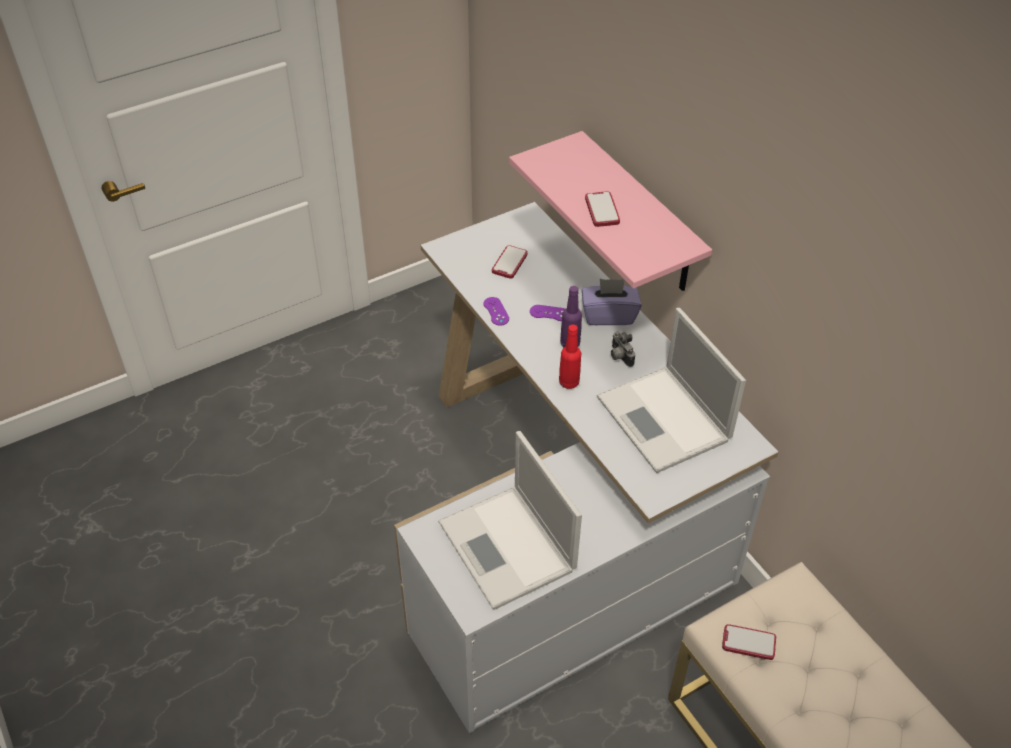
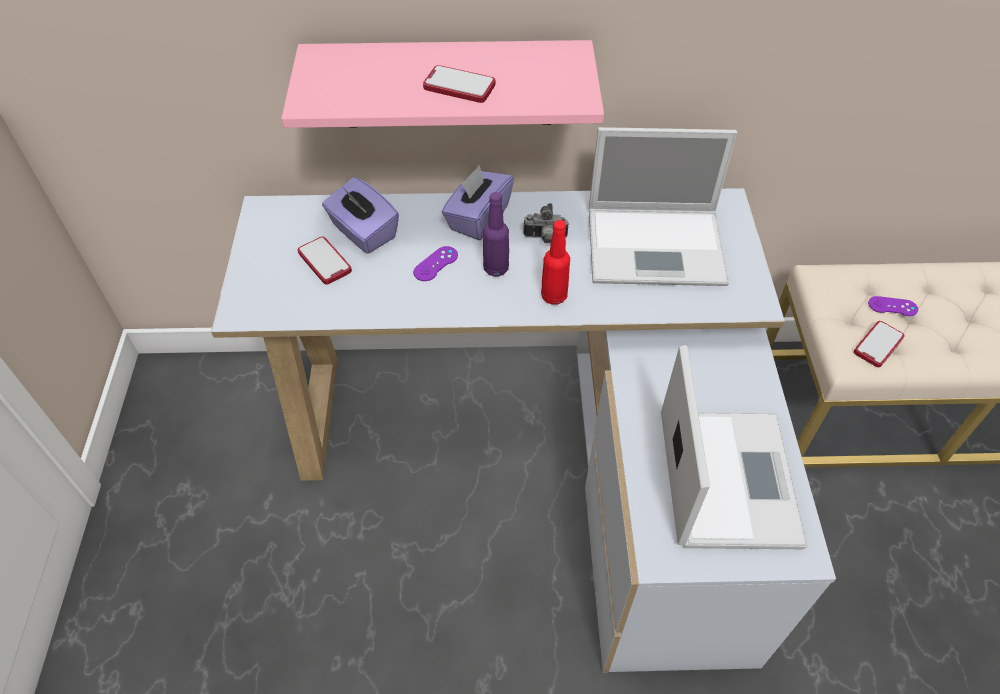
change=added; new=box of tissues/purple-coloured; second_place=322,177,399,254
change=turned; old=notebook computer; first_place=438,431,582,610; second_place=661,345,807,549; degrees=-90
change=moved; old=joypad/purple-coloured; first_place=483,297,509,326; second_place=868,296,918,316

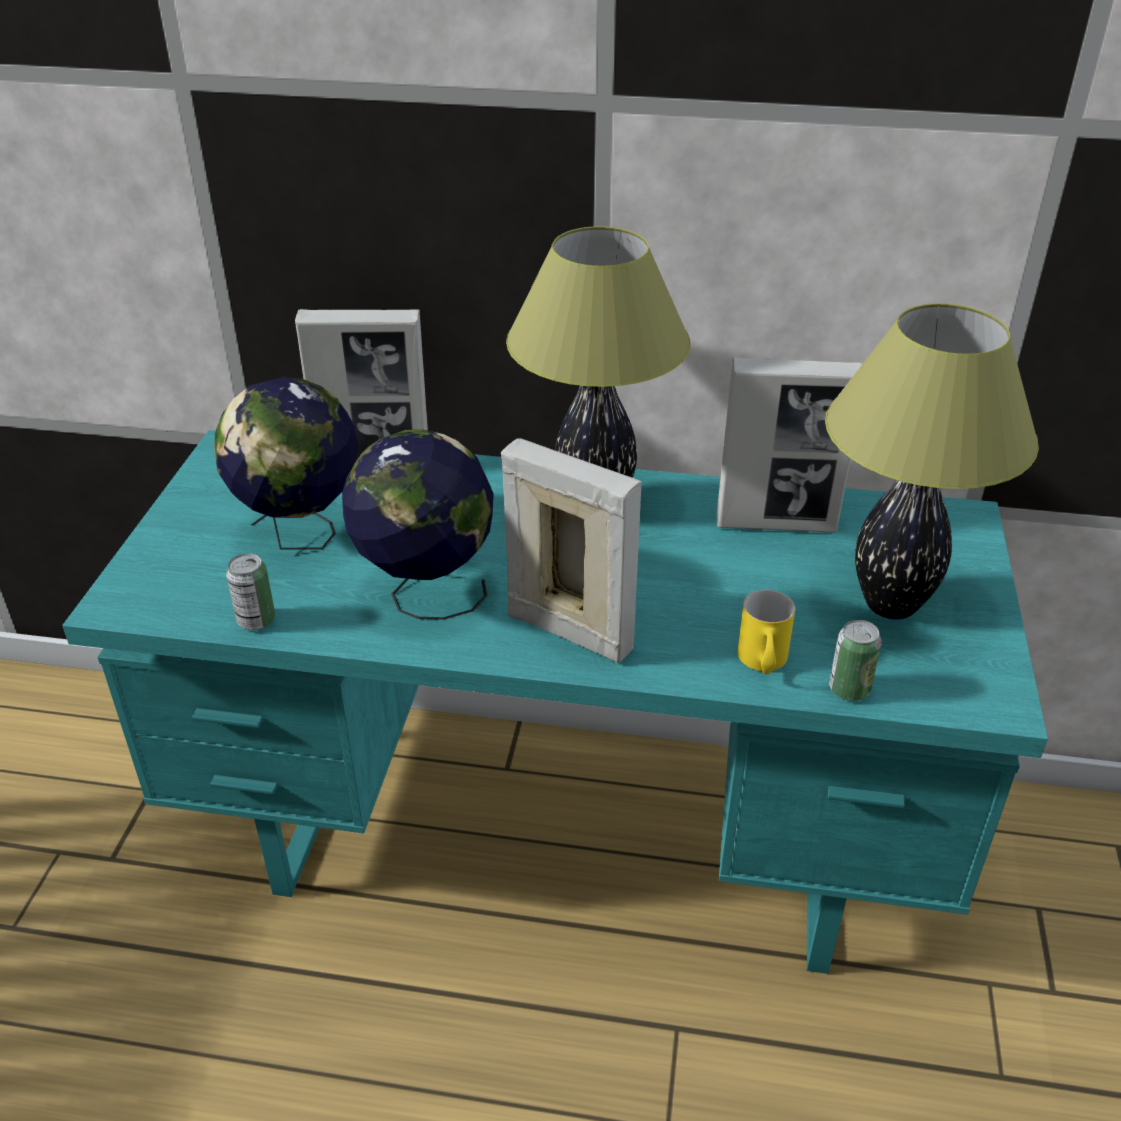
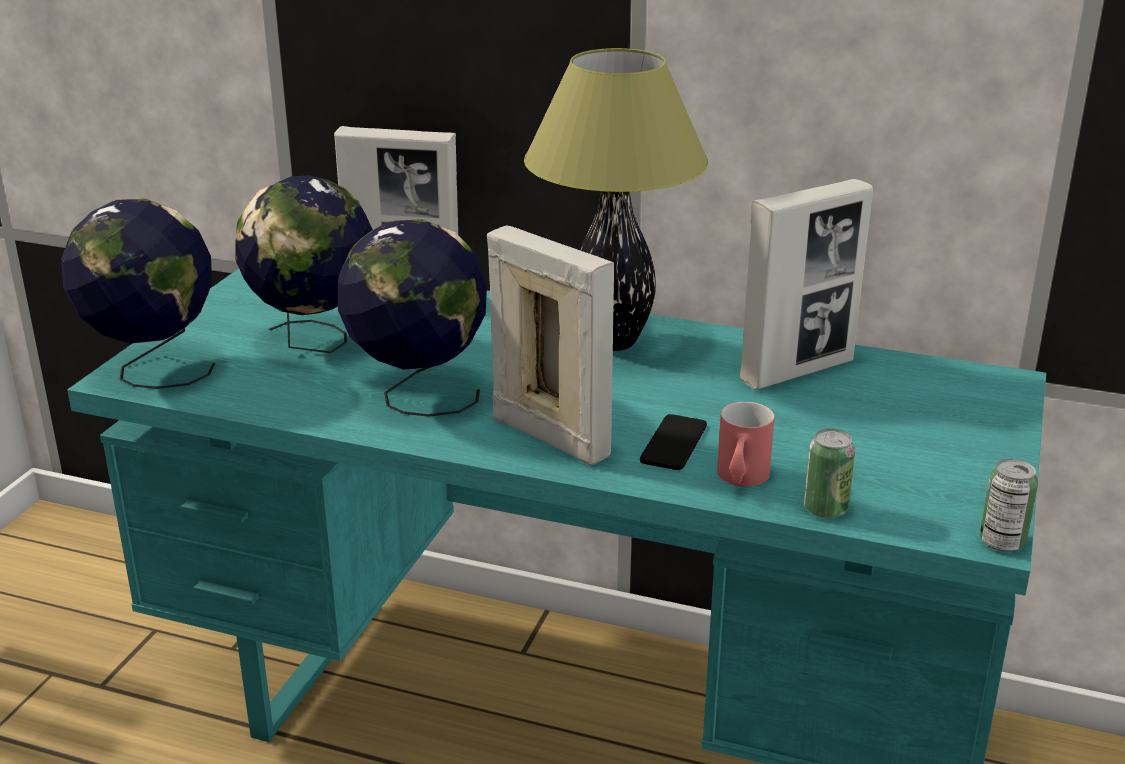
change=added; new=desk globe; second_place=61,199,215,389
change=added; new=telephone; second_place=640,414,707,470
change=recoloured; old=coffee mug/yellow-coloured; new=coffee mug/reddish; first_place=738,590,795,674; second_place=717,402,775,487
change=turned; old=standing frame; first_place=717,357,863,533; second_place=740,179,873,389; degrees=-45
change=moved; old=sealed can; first_place=226,553,276,630; second_place=980,459,1038,552
change=removed; old=tabletop lamp; first_place=825,303,1039,619

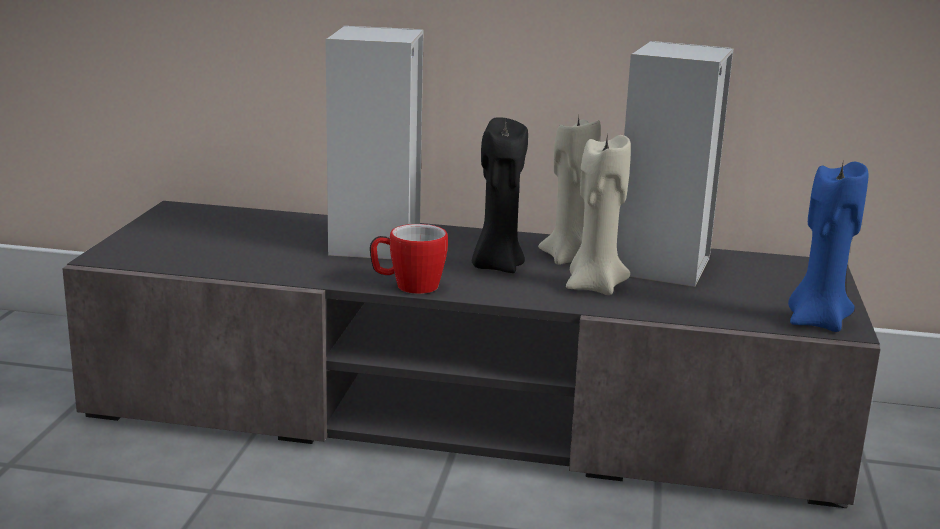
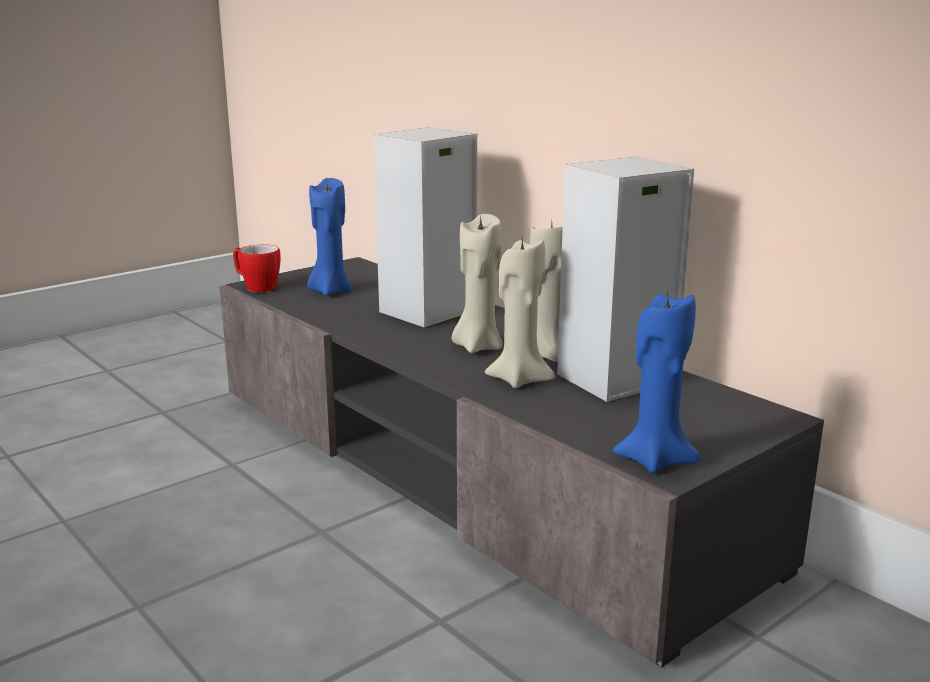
change=moved; old=coffee mug; first_place=370,224,448,294; second_place=233,244,281,292
change=added; new=candle/blue; second_place=307,178,351,295
change=recoloured; old=candle/blackish; new=candle/beige; first_place=472,117,528,273; second_place=452,214,503,353

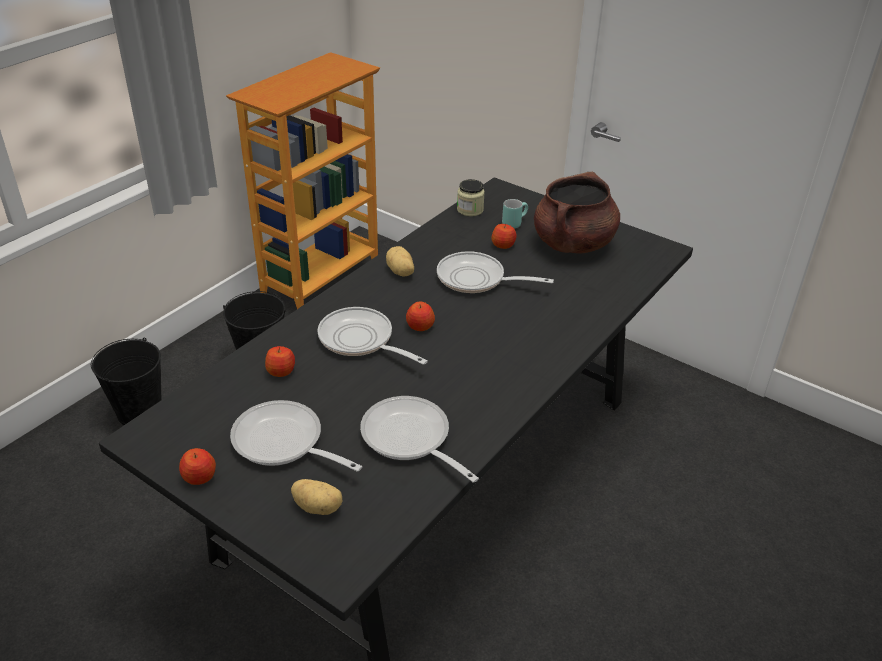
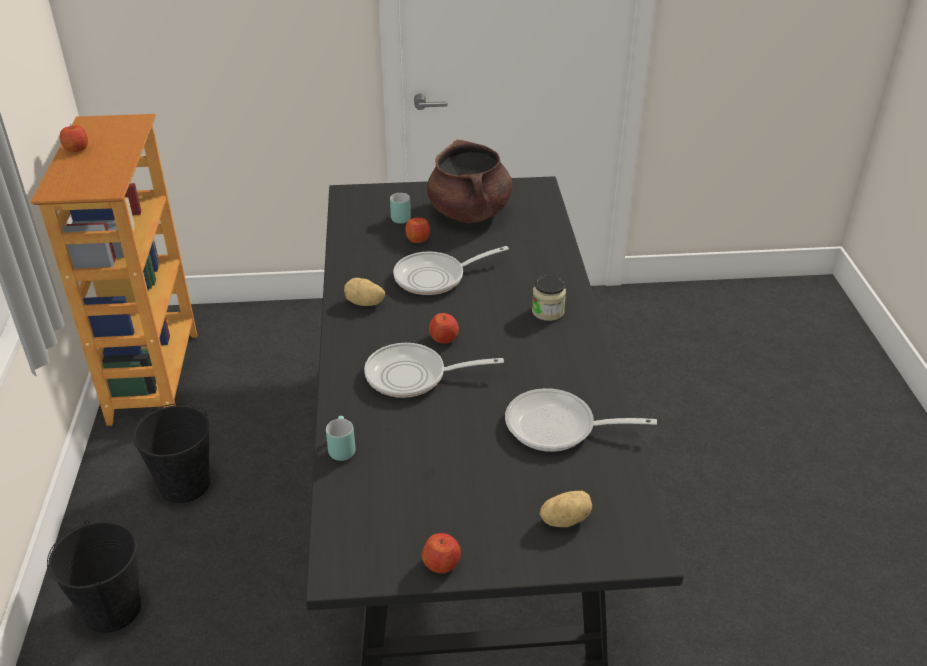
change=moved; old=apple; first_place=265,346,295,377; second_place=60,124,88,152
change=added; new=coffee mug/turquoise; second_place=326,416,355,461
change=moved; old=jar; first_place=457,179,485,216; second_place=532,275,566,321
change=removed; old=skillet; first_place=230,400,362,472

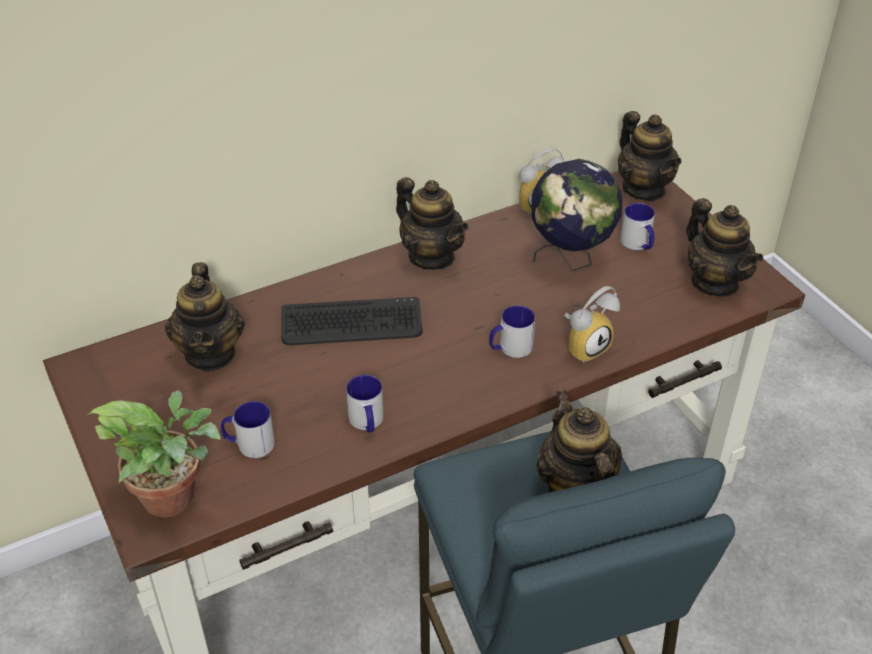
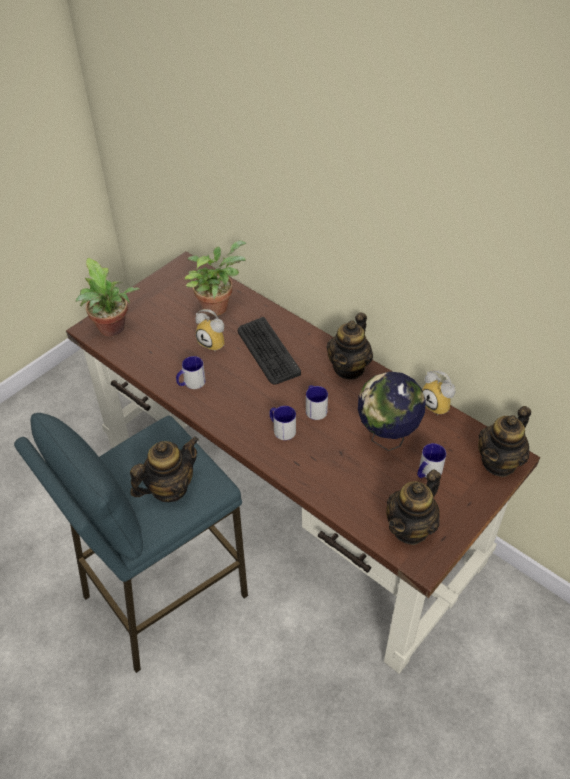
change=replaced; old=tea pot; new=plant in a pot; first_place=165,262,245,371; second_place=185,241,246,316
change=moved; old=table clock; first_place=564,286,620,364; second_place=195,309,225,351
change=moved; old=coffee mug; first_place=221,401,275,458; second_place=306,385,328,420

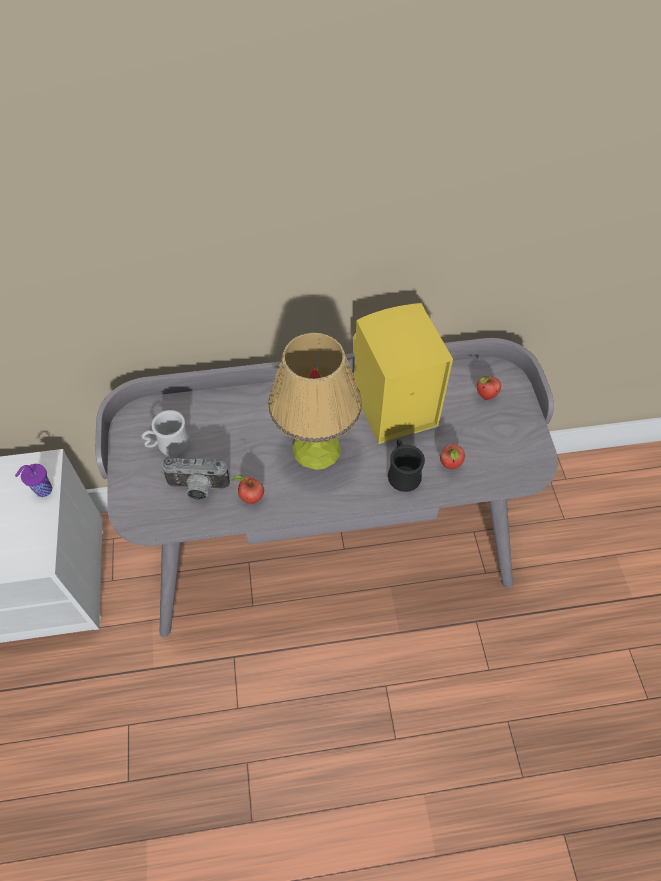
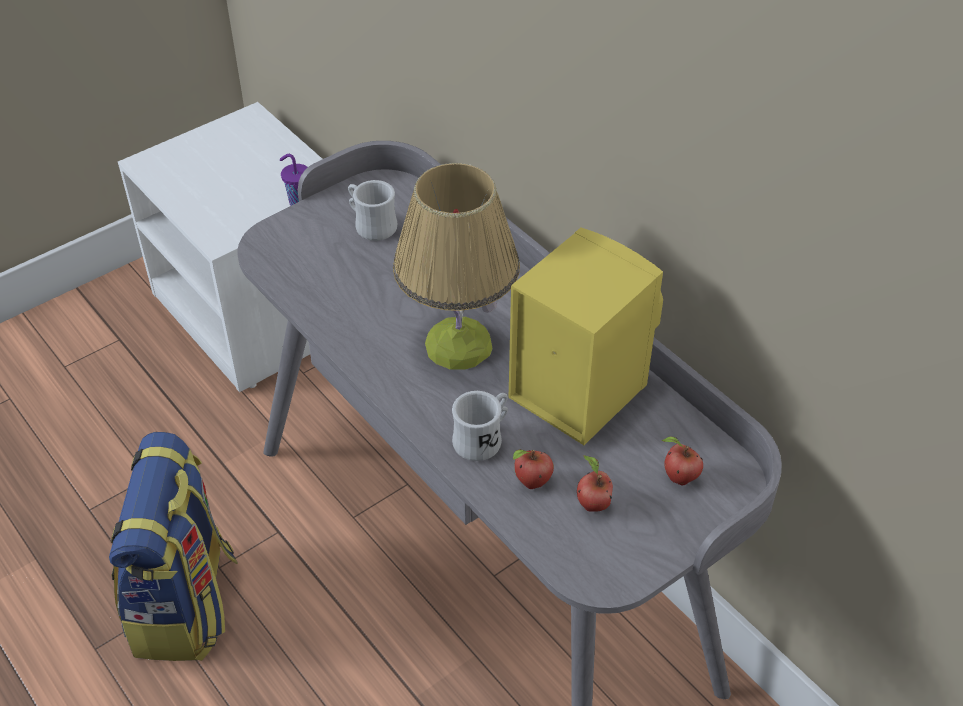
change=added; new=knapsack; second_place=109,432,238,661
change=recoloured; old=coffee mug/blackish; new=coffee mug/white; first_place=388,439,425,492; second_place=452,391,508,461
change=moved; old=apple; first_place=232,475,264,504; second_place=577,455,613,512
change=removed; old=photo camera; first_place=161,457,230,500

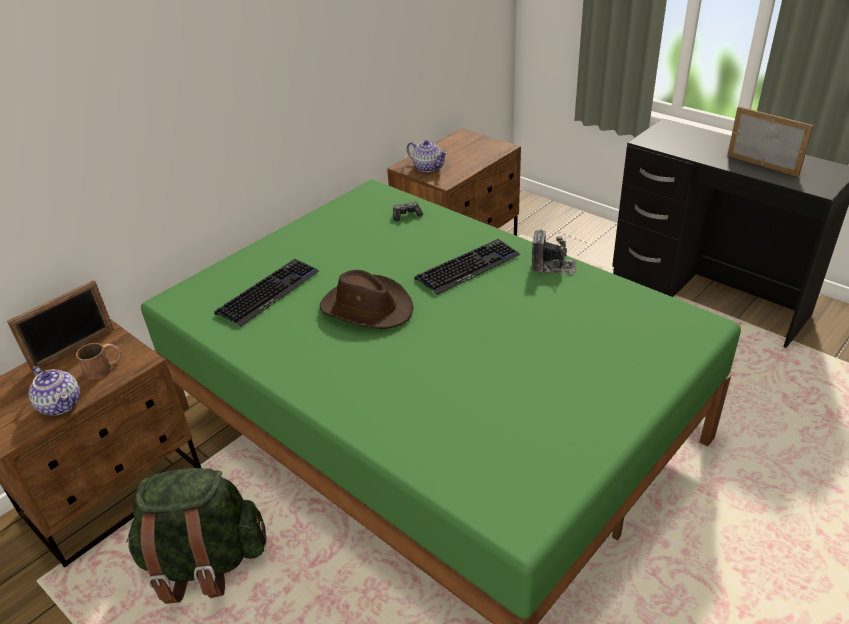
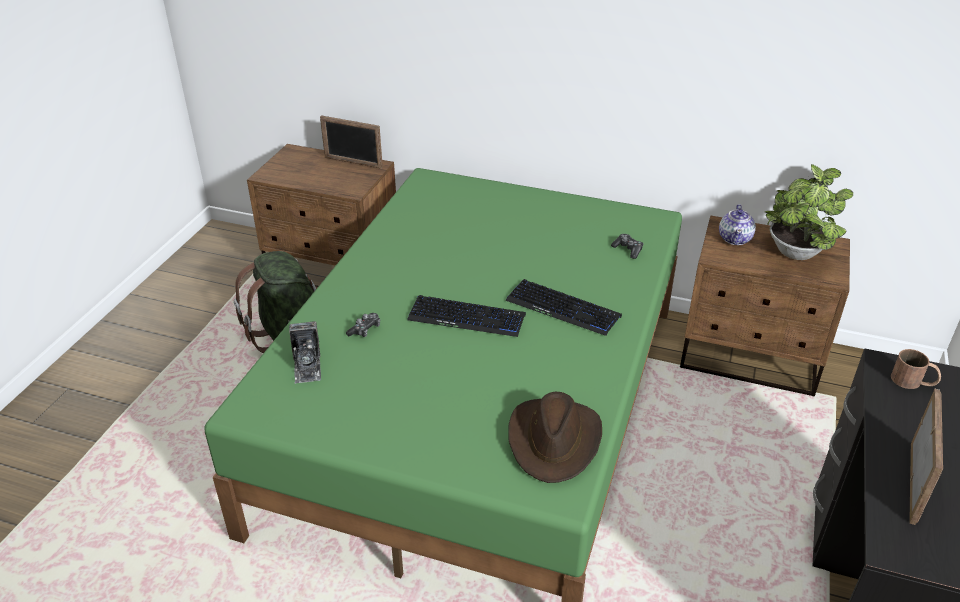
change=moved; old=photo camera; first_place=532,229,577,274; second_place=289,321,321,384
change=added; new=joypad; second_place=346,313,380,337
change=moved; old=computer keyboard; first_place=215,259,319,327; second_place=407,295,526,337
change=moved; old=clothing hat/brown-coloured; first_place=320,270,414,329; second_place=508,392,602,483
change=added; new=plant in a pot; second_place=765,164,853,260
change=moved; old=coffee mug/brown-coloured; first_place=76,343,121,379; second_place=891,349,941,389
change=removed; old=tea pot; first_place=28,366,80,415

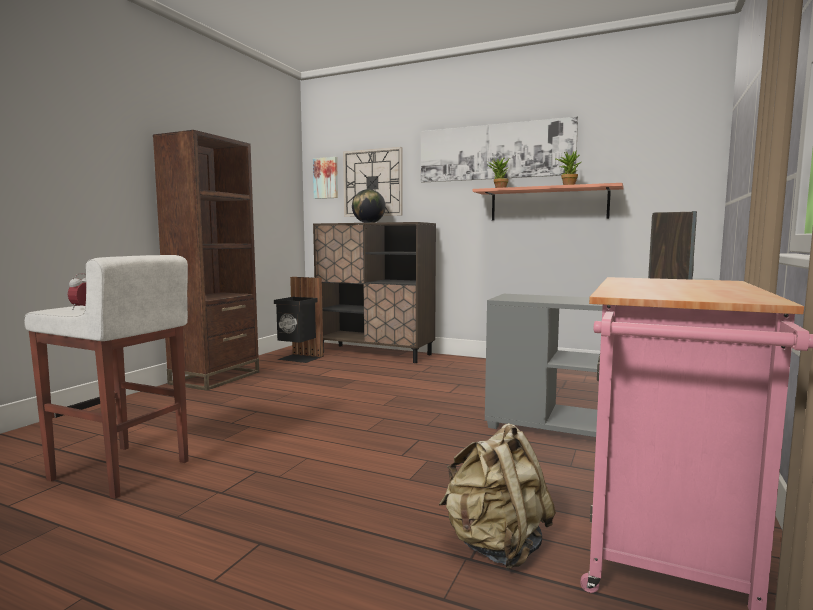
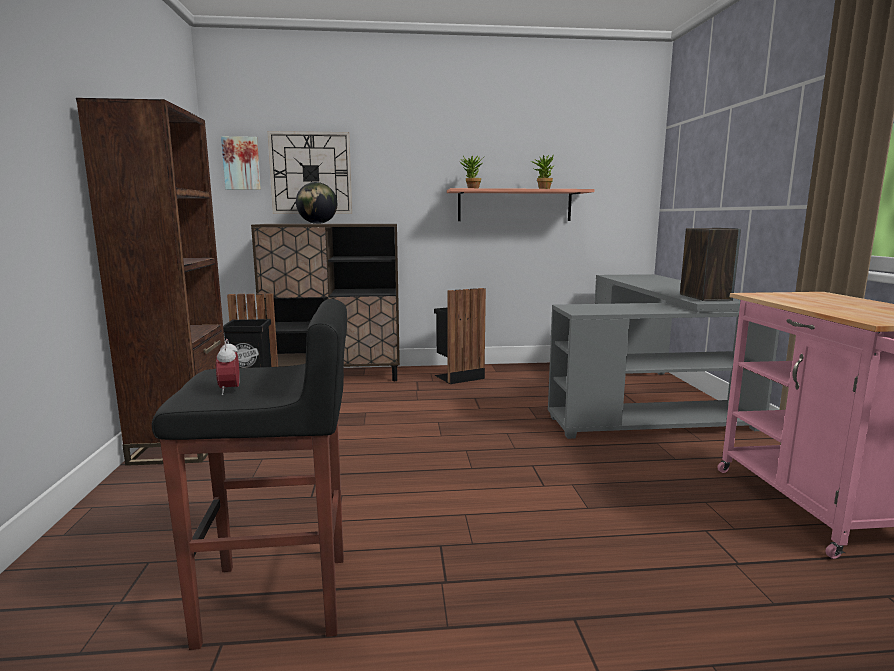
change=recoloured; old=sitting stool/white; new=sitting stool/blackish; first_place=24,255,189,499; second_place=152,299,347,650
change=added; new=trash can/blackish; second_place=434,288,486,384
change=removed; old=picture; first_place=421,117,578,183
change=removed; old=knapsack/beige; first_place=439,423,556,570

